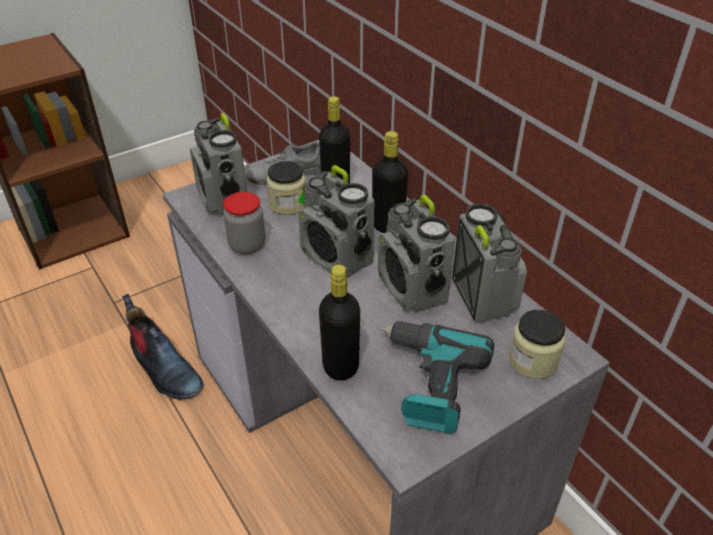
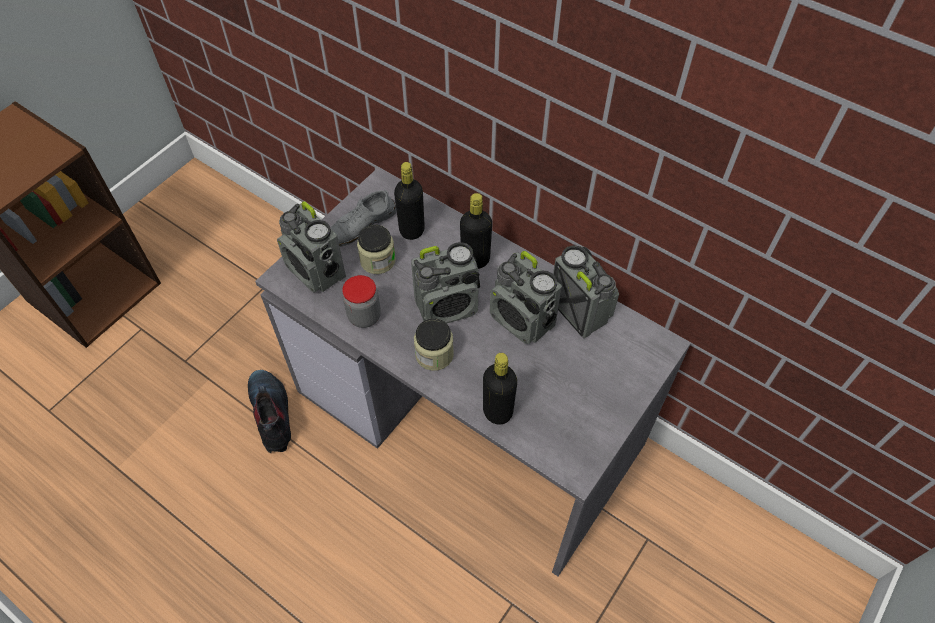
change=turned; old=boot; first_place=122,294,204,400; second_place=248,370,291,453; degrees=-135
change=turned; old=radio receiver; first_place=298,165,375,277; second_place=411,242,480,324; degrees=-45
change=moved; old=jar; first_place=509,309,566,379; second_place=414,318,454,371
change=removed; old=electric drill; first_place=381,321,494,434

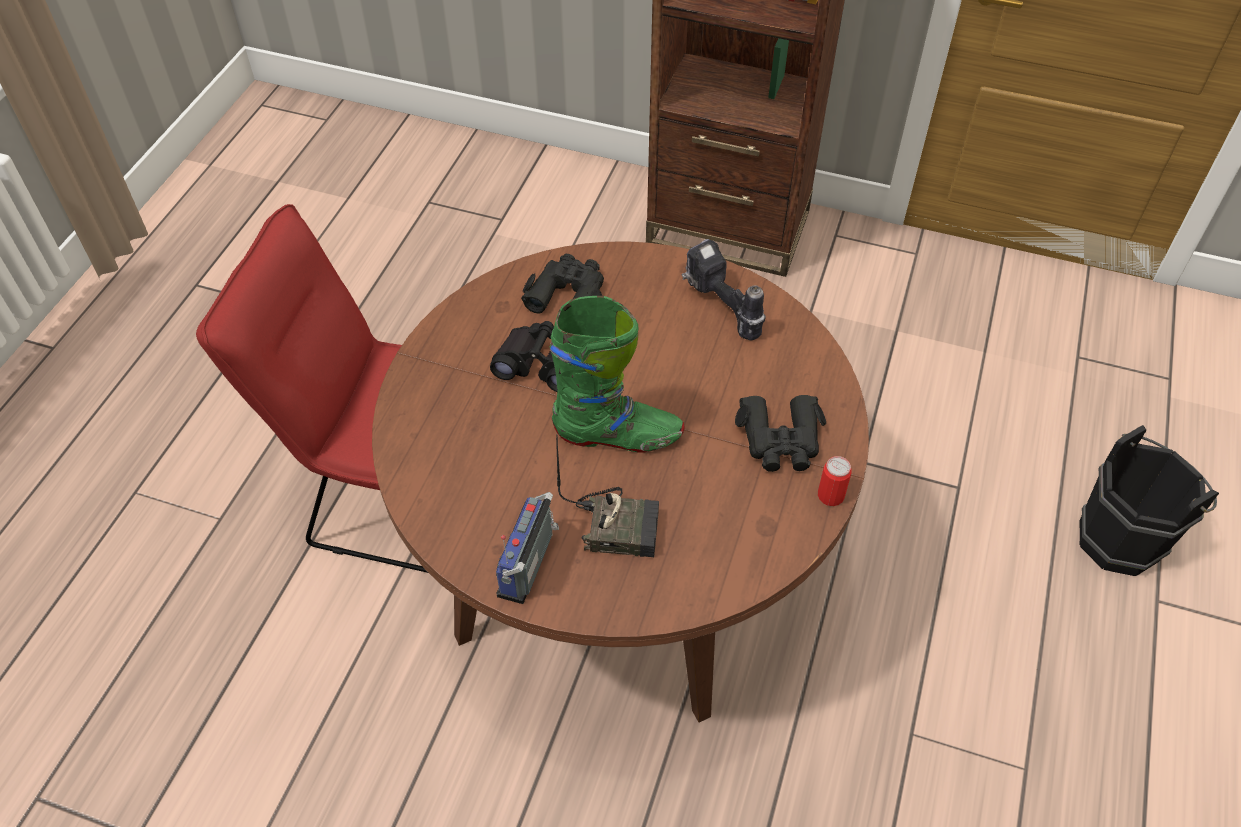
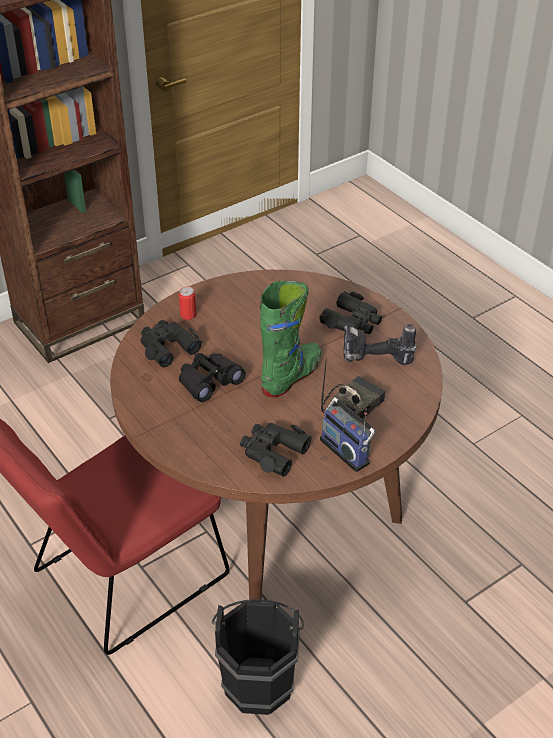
change=moved; old=sealed can; first_place=818,456,851,506; second_place=179,287,196,320
change=moved; old=bucket/blackish; first_place=1079,425,1219,576; second_place=212,599,304,715
change=added; new=binoculars/blackish; second_place=240,423,312,477
change=moved; old=electric drill; first_place=682,239,766,340; second_place=343,324,416,365

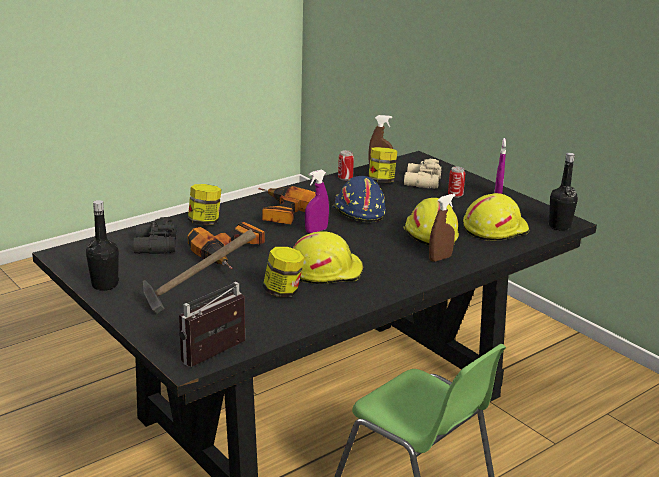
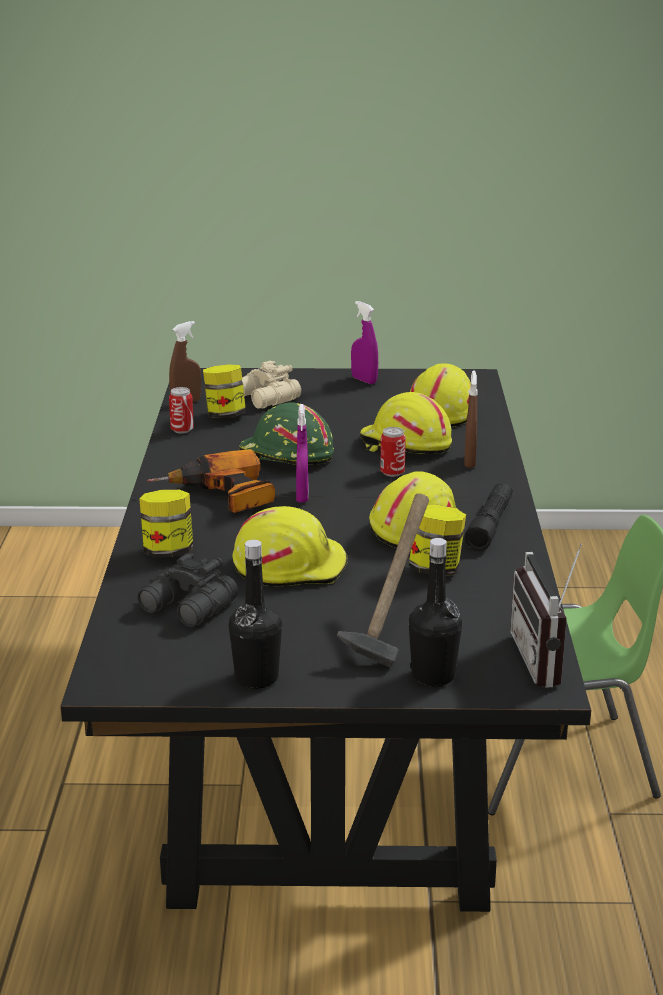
change=replaced; old=electric drill; new=safety helmet/yellow-coloured; first_place=187,222,265,269; second_place=232,506,348,586
change=recoloured; old=safety helmet/blue; new=safety helmet/green-coloured; first_place=332,176,386,222; second_place=239,402,334,465
change=moved; old=sealed can; first_place=448,166,465,198; second_place=380,427,406,477
change=moved; old=drink bottle/blackish; first_place=549,153,578,231; second_place=409,538,462,687
change=added; new=torch/blackish; second_place=464,483,513,551

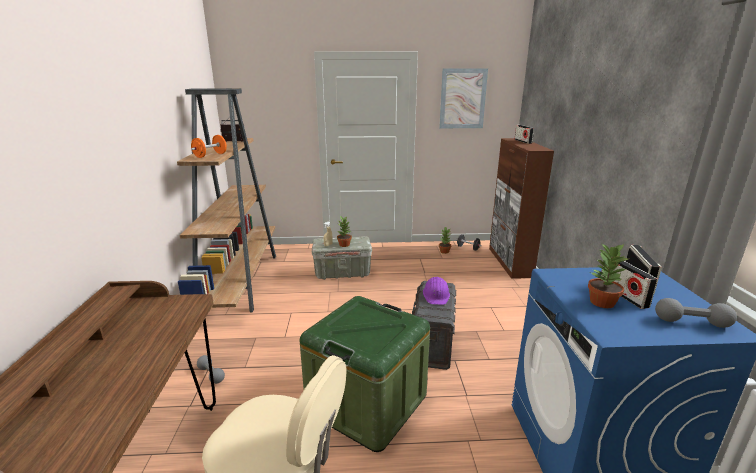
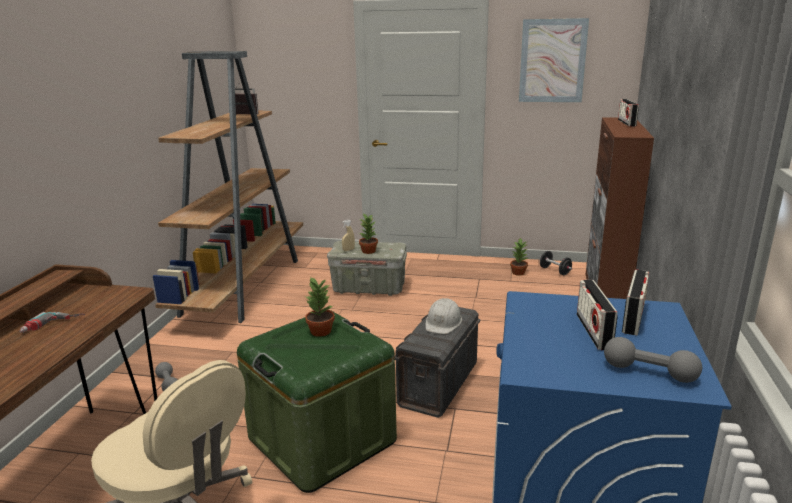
change=added; new=electric drill; second_place=19,312,85,332
change=moved; old=plant in a pot; first_place=588,243,628,308; second_place=305,278,335,337
change=recoloured; old=safety helmet/purple-coloured; new=safety helmet/white; first_place=423,276,450,305; second_place=425,298,462,334
change=removed; old=hand weight/orange; first_place=191,135,227,158

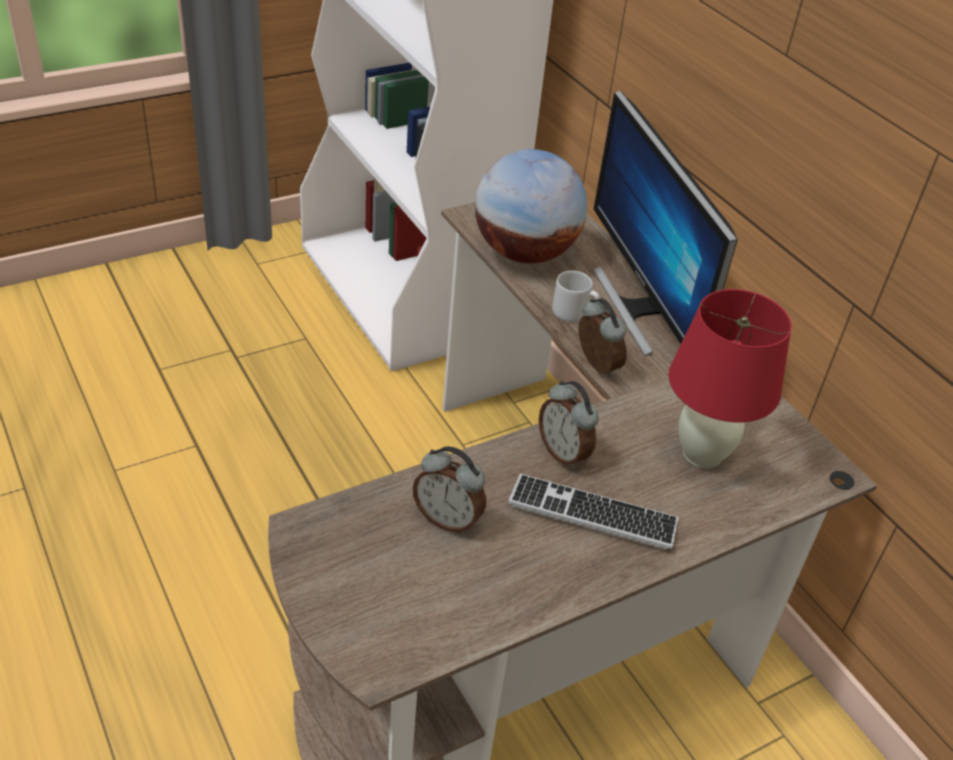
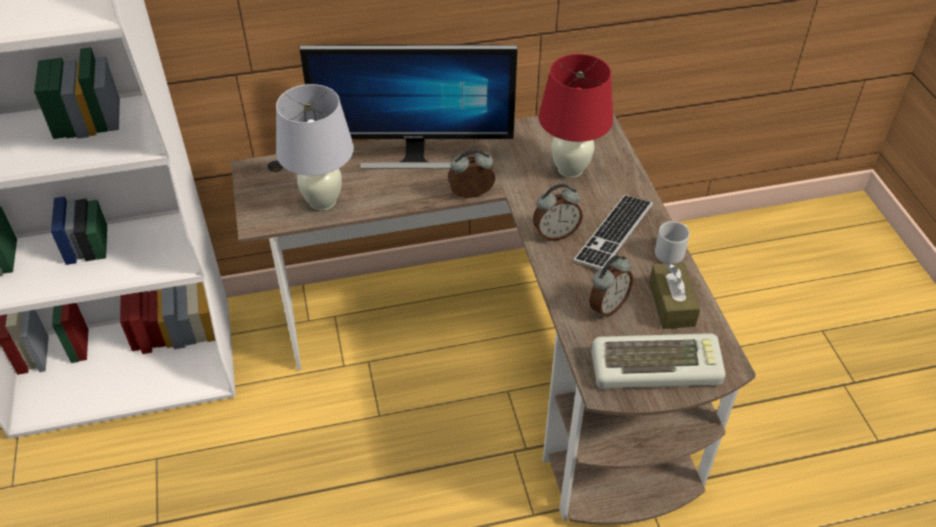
change=replaced; old=desk globe; new=tabletop lamp/white; first_place=475,149,587,263; second_place=276,84,354,211
change=added; new=computer keyboard; second_place=591,333,726,389
change=added; new=box of tissues/brown-coloured; second_place=649,263,700,329
change=moved; old=coffee mug/grey; first_place=552,271,600,322; second_place=655,221,690,264

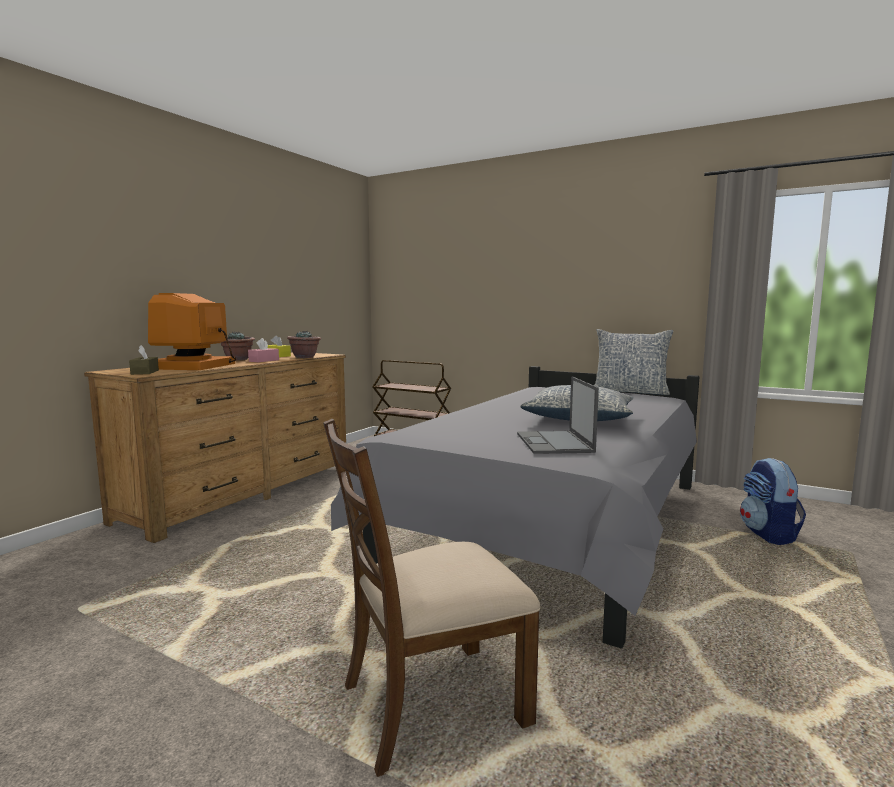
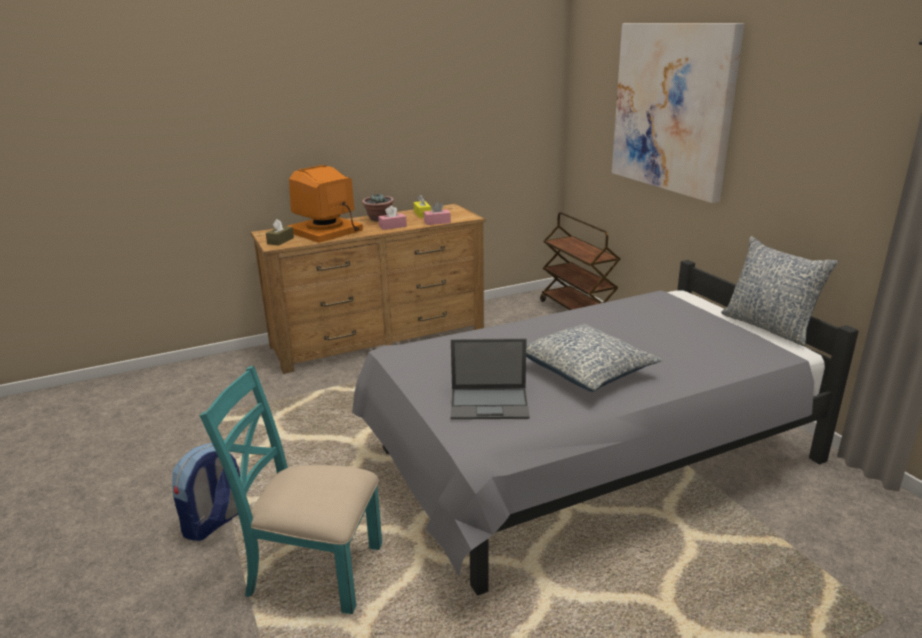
change=moved; old=knapsack; first_place=740,458,806,545; second_place=172,443,240,541
change=recoloured; old=plain chair/brown-coloured; new=plain chair/turquoise; first_place=323,419,541,777; second_place=200,366,382,614
change=replaced; old=plant in a pot; new=box of tissues/pink-coloured; first_place=287,331,321,358; second_place=424,202,451,225
change=turned; old=notebook computer; first_place=517,377,599,454; second_place=451,338,530,420; degrees=-120
change=added; new=picture; second_place=612,23,744,203

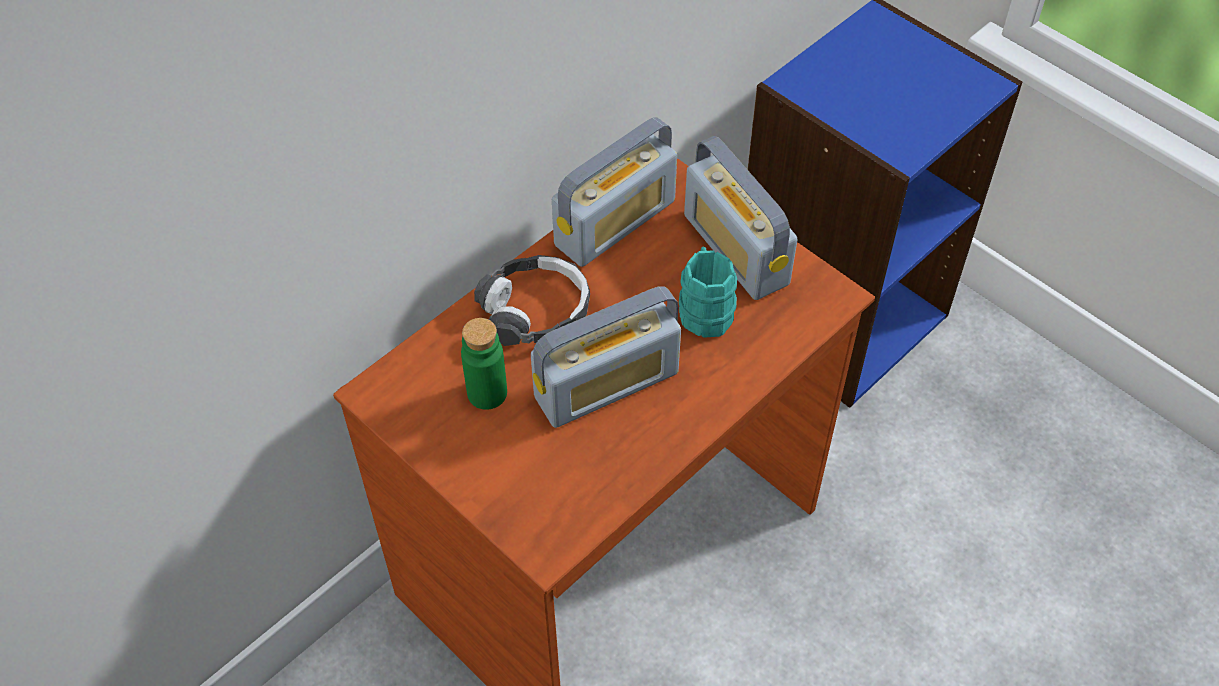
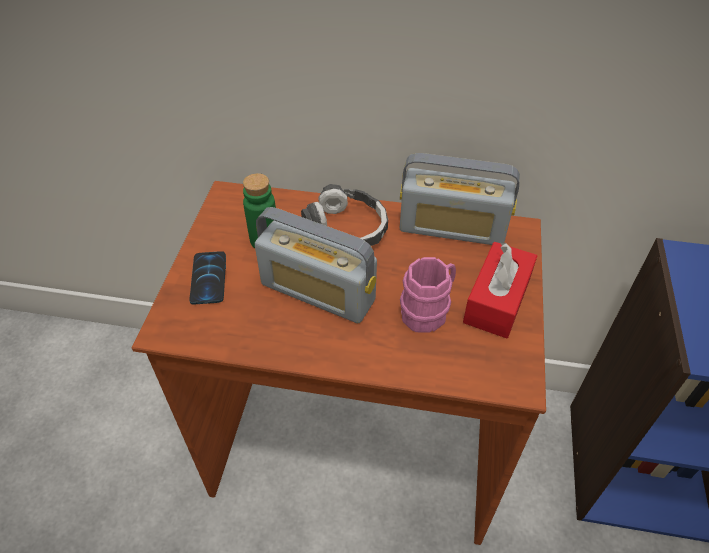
change=added; new=telephone; second_place=189,251,226,305
change=recoloured; old=coffee mug/turquoise; new=coffee mug/pink-coloured; first_place=679,247,737,338; second_place=400,257,456,332
change=replaced; old=radio receiver; new=box of tissues/reddish; first_place=684,136,797,300; second_place=463,242,537,338

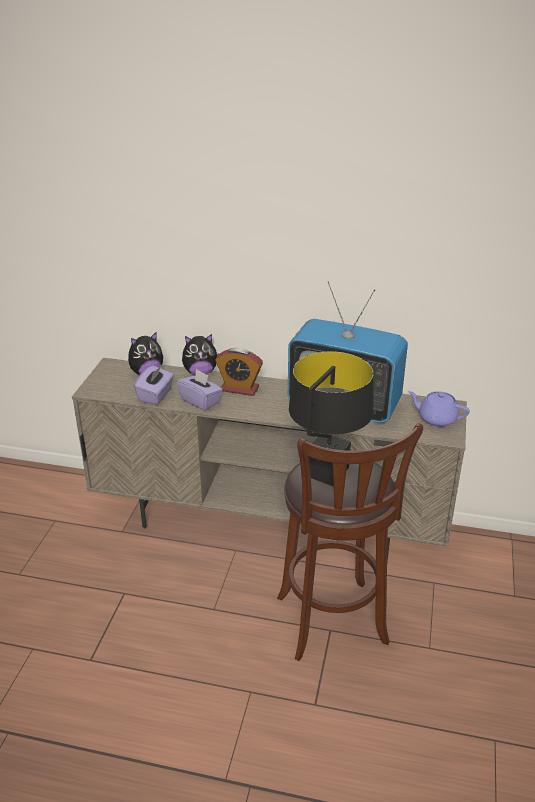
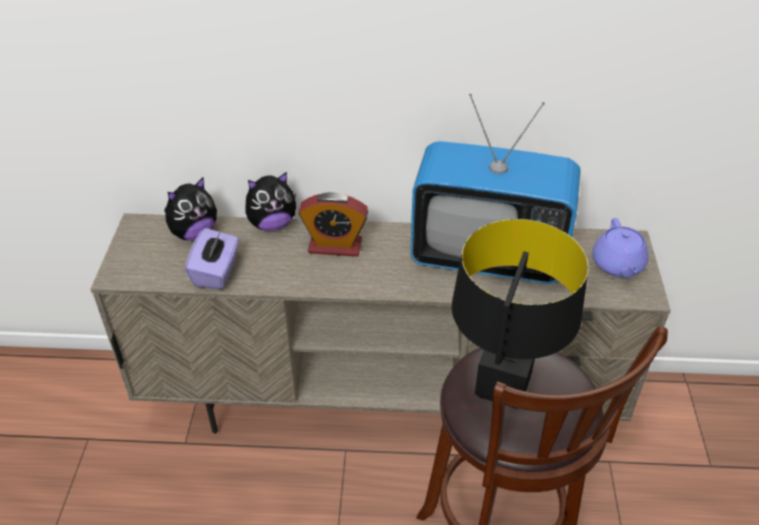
change=turned; old=tea pot/purple-coloured; first_place=408,391,470,427; second_place=592,218,649,278; degrees=-105
change=removed; old=box of tissues/purple-coloured; first_place=176,369,223,411

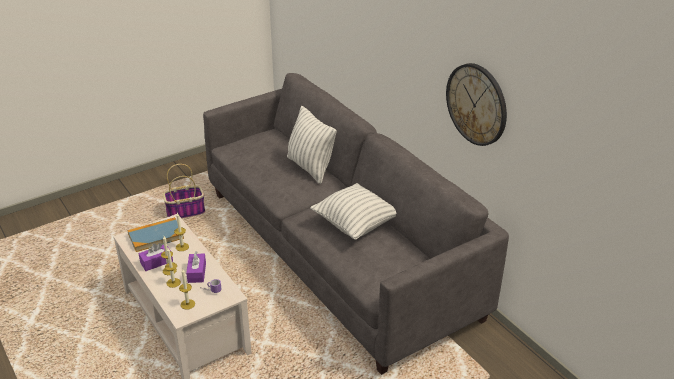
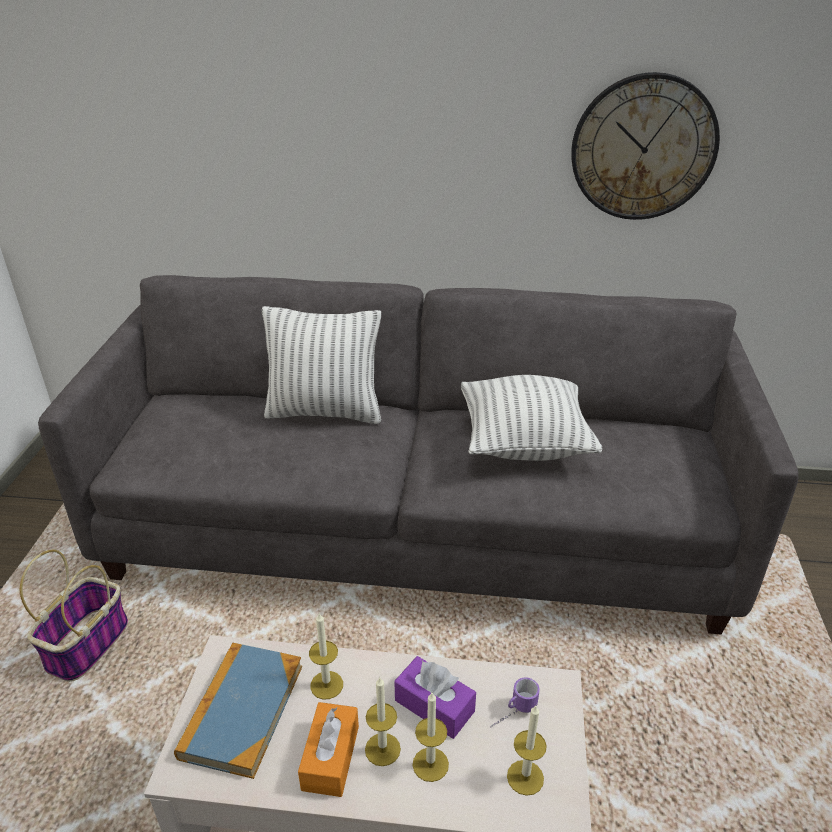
change=recoloured; old=box of tissues/purple-coloured; new=box of tissues/orange; first_place=139,243,173,271; second_place=298,702,359,797

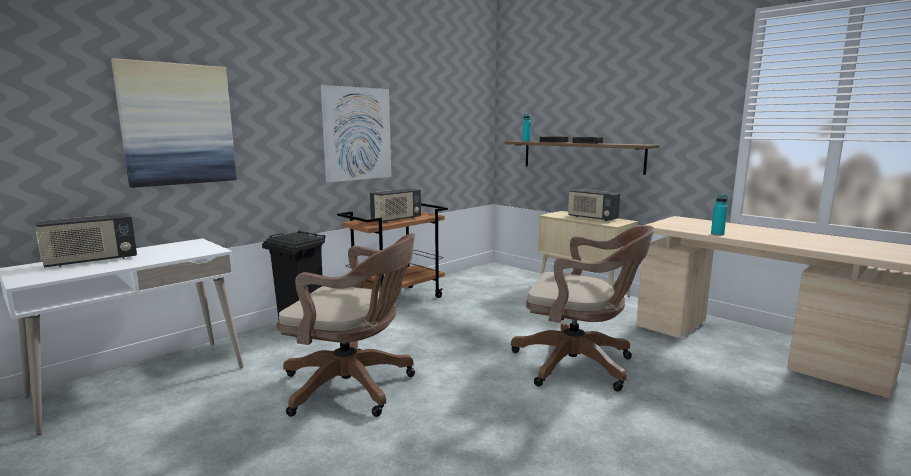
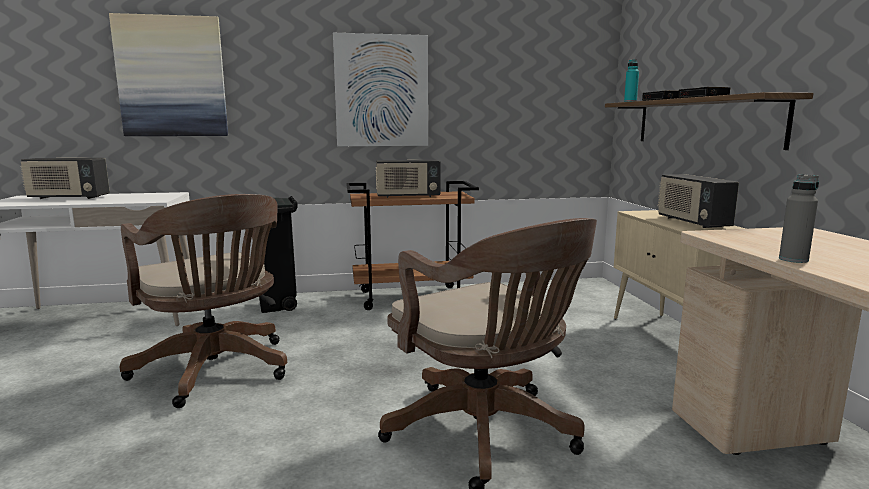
change=recoloured; old=drink bottle/turquoise; new=drink bottle/grey; first_place=711,194,728,236; second_place=779,174,819,263

